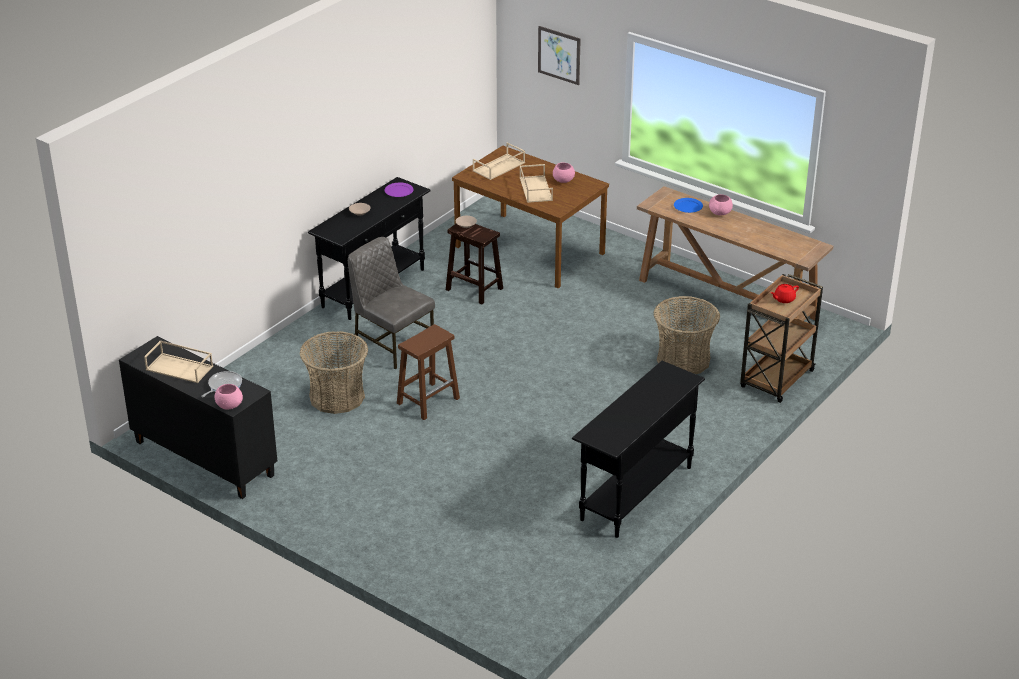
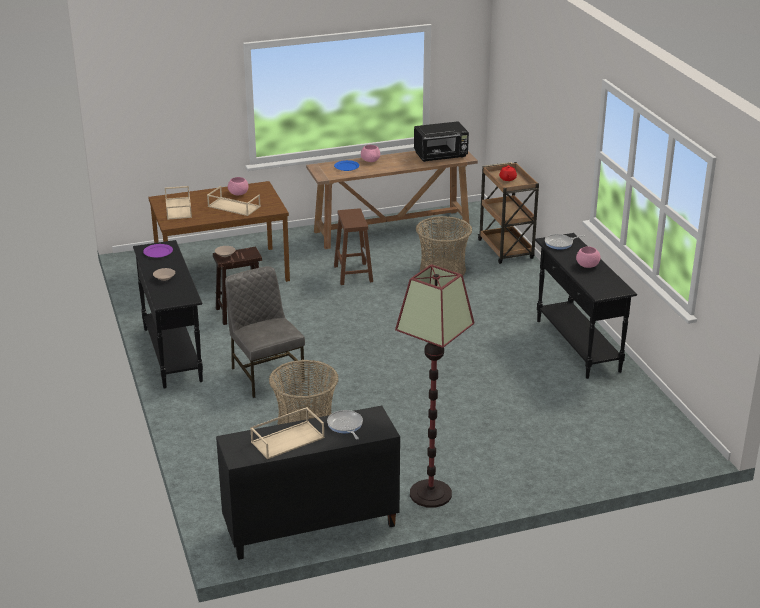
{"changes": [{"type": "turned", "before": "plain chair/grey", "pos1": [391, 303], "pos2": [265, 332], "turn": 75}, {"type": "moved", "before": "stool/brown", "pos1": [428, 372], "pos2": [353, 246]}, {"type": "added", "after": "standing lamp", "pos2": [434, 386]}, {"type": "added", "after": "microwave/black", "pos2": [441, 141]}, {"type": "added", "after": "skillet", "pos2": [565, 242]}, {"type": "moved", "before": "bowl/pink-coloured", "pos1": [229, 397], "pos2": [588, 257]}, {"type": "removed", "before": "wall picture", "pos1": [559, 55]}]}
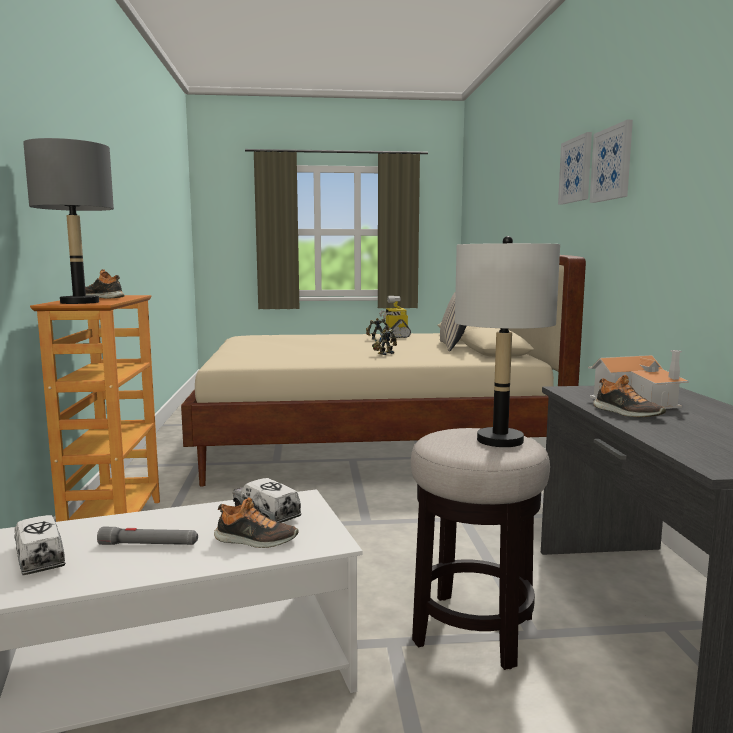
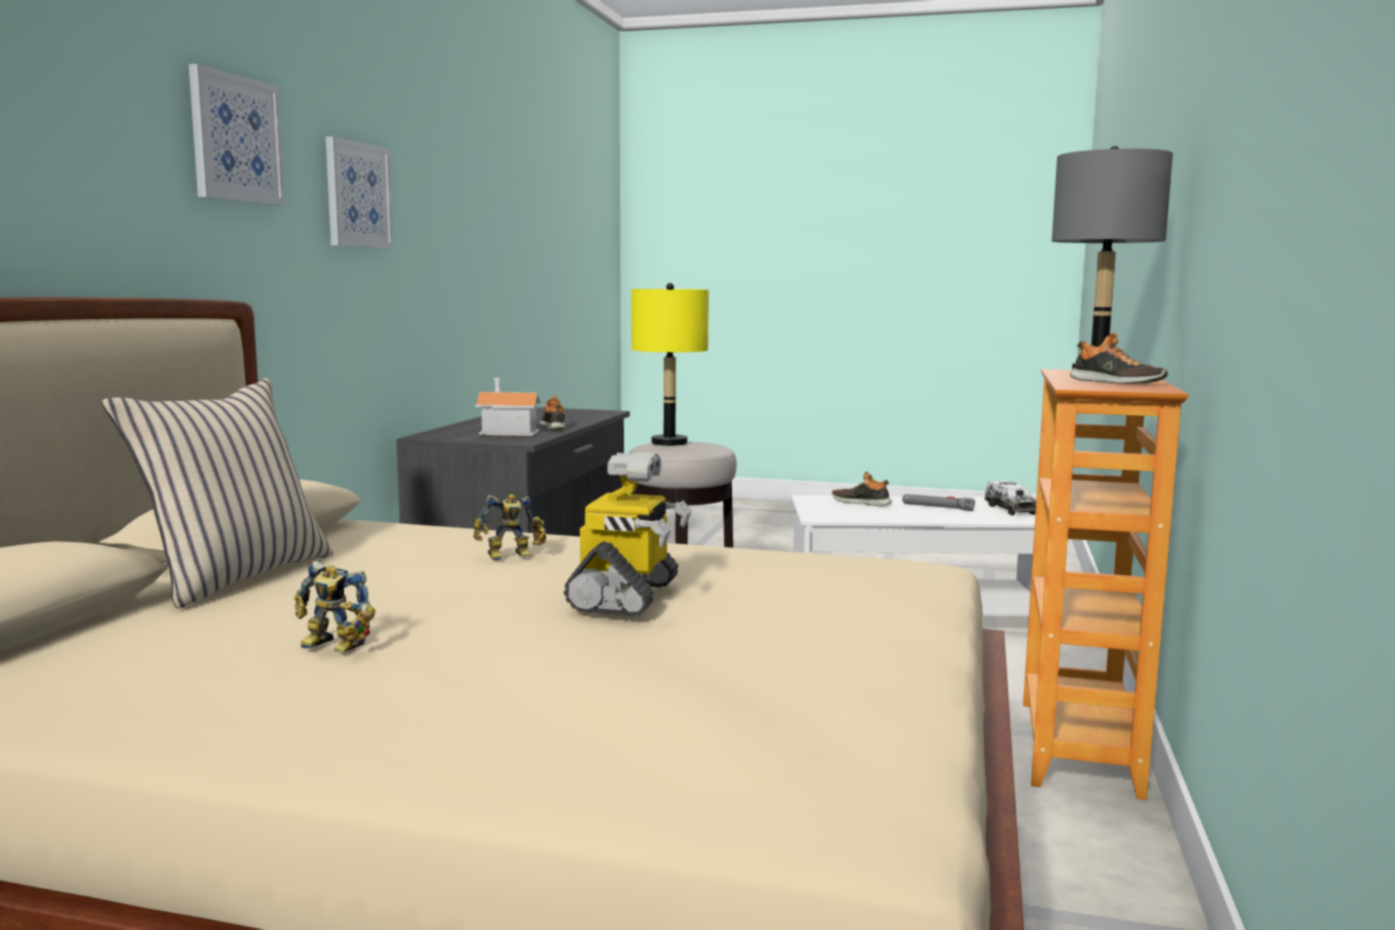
{"changes": [{"type": "moved", "before": "wall picture", "pos1": [575, 168], "pos2": [360, 192]}, {"type": "moved", "before": "model robot", "pos1": [395, 317], "pos2": [627, 534]}, {"type": "recoloured", "before": "table lamp/grey", "after": "table lamp/yellow", "pos1": [507, 341], "pos2": [670, 364]}, {"type": "removed", "before": "model truck", "pos1": [267, 500]}]}
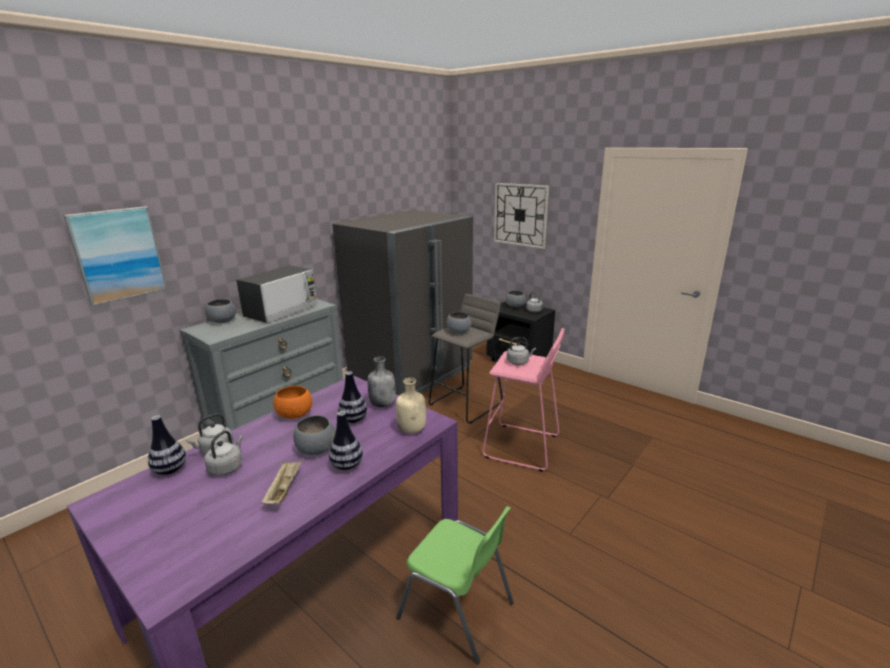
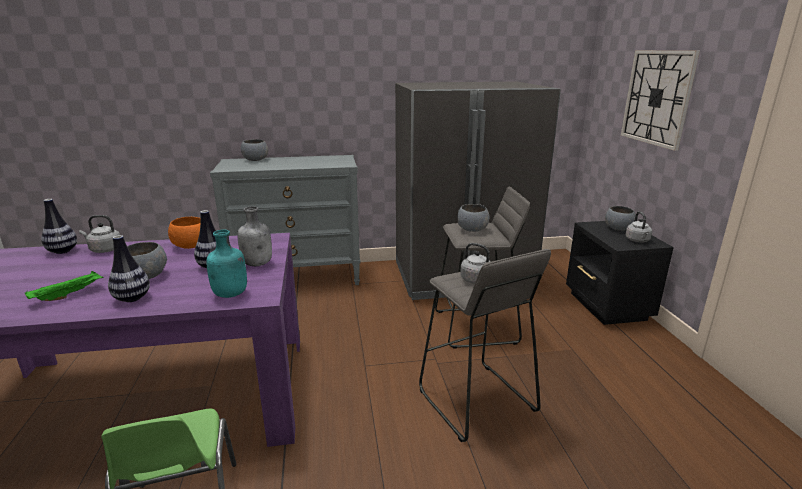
{"changes": [{"type": "recoloured", "before": "carrying tray/beige", "after": "carrying tray/greenish", "pos1": [281, 482], "pos2": [64, 286]}, {"type": "recoloured", "before": "beverage bottle/beige", "after": "beverage bottle/turquoise", "pos1": [411, 406], "pos2": [226, 264]}, {"type": "recoloured", "before": "stool/pink-coloured", "after": "stool/grey", "pos1": [524, 400], "pos2": [485, 345]}, {"type": "removed", "before": "wall picture", "pos1": [115, 256]}, {"type": "removed", "before": "tea kettle/grey", "pos1": [223, 453]}, {"type": "removed", "before": "microwave", "pos1": [277, 294]}]}
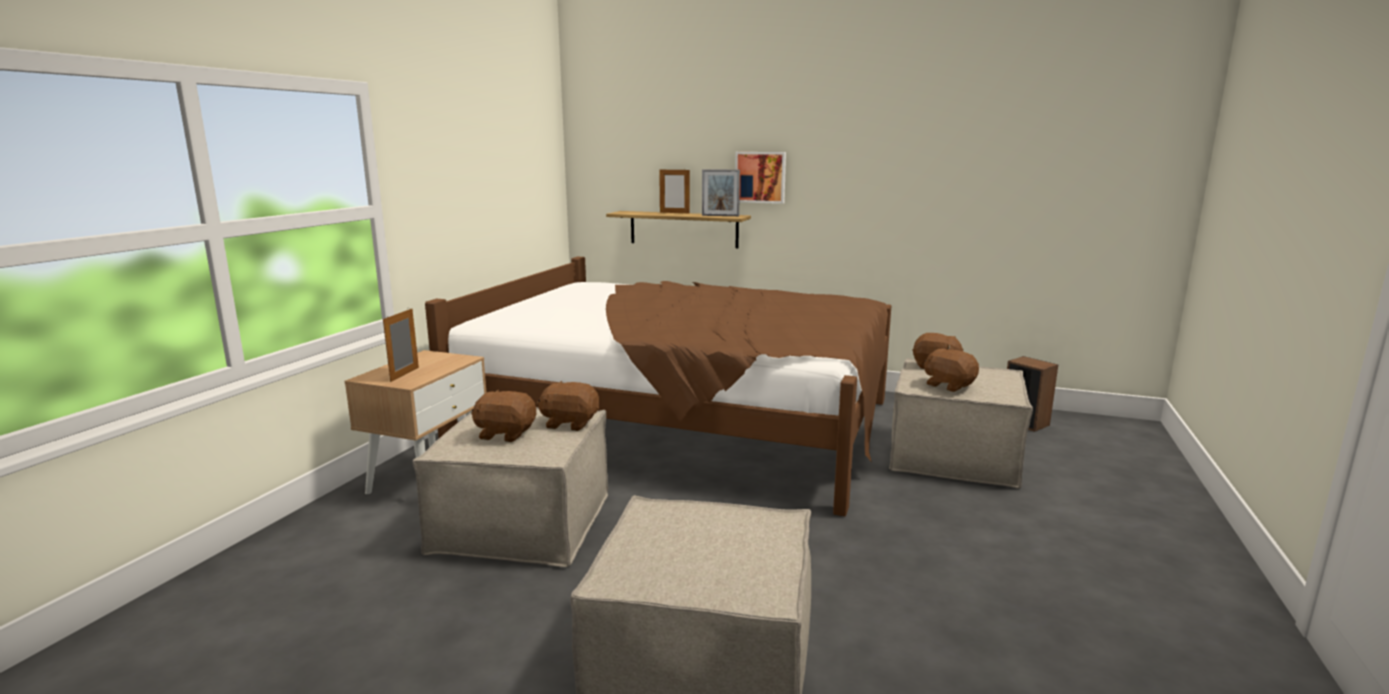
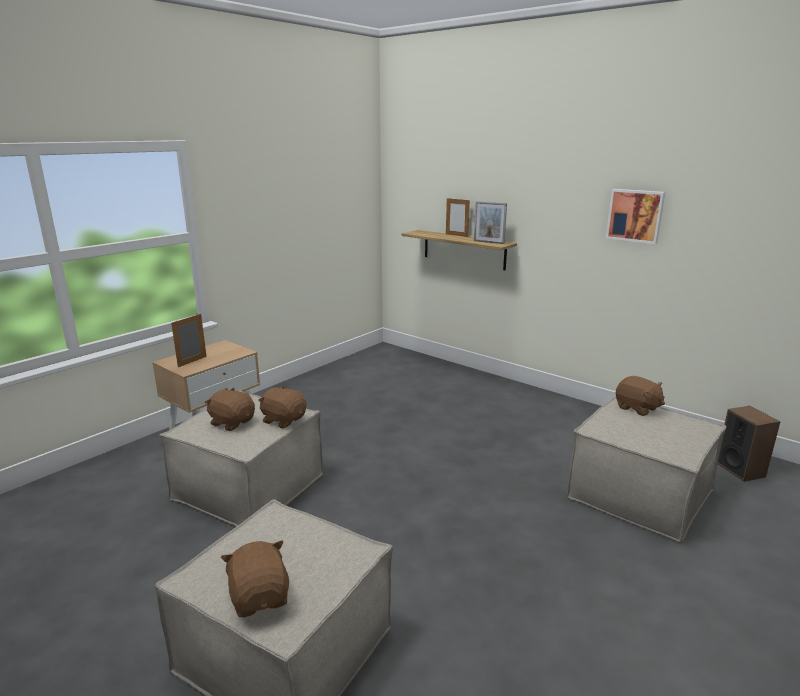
{"changes": [{"type": "moved", "before": "plush toy/brown", "pos1": [951, 370], "pos2": [255, 579]}, {"type": "moved", "before": "wall picture", "pos1": [760, 178], "pos2": [635, 216]}, {"type": "removed", "before": "sleeping bed/brown", "pos1": [658, 386]}]}
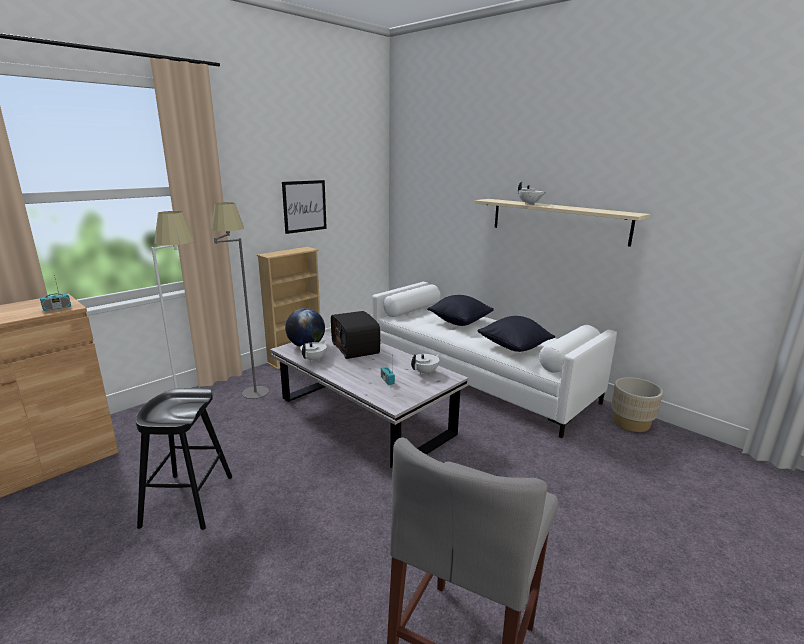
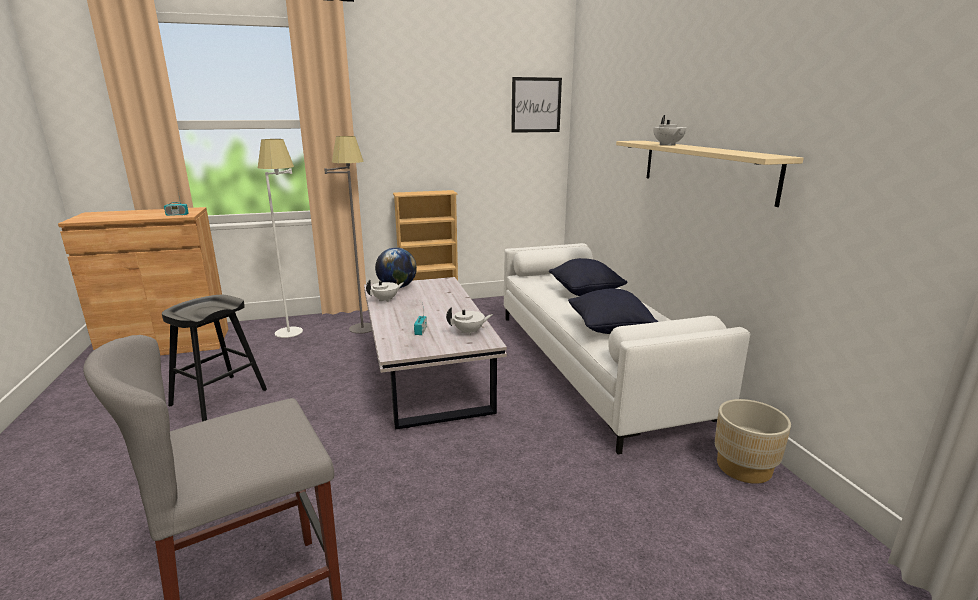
{"changes": [{"type": "moved", "before": "wall picture", "pos1": [304, 207], "pos2": [536, 105]}, {"type": "removed", "before": "radio receiver", "pos1": [355, 335]}]}
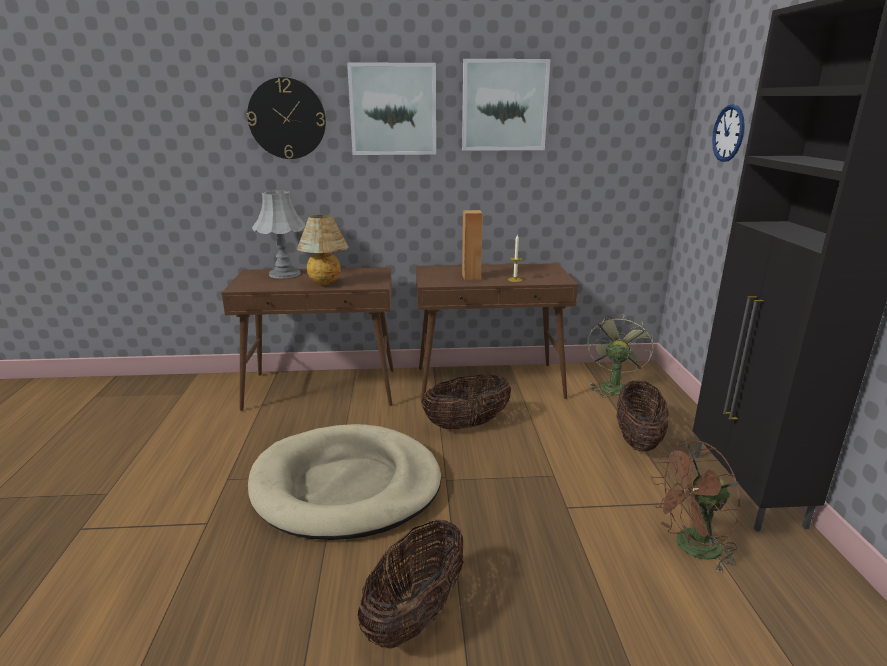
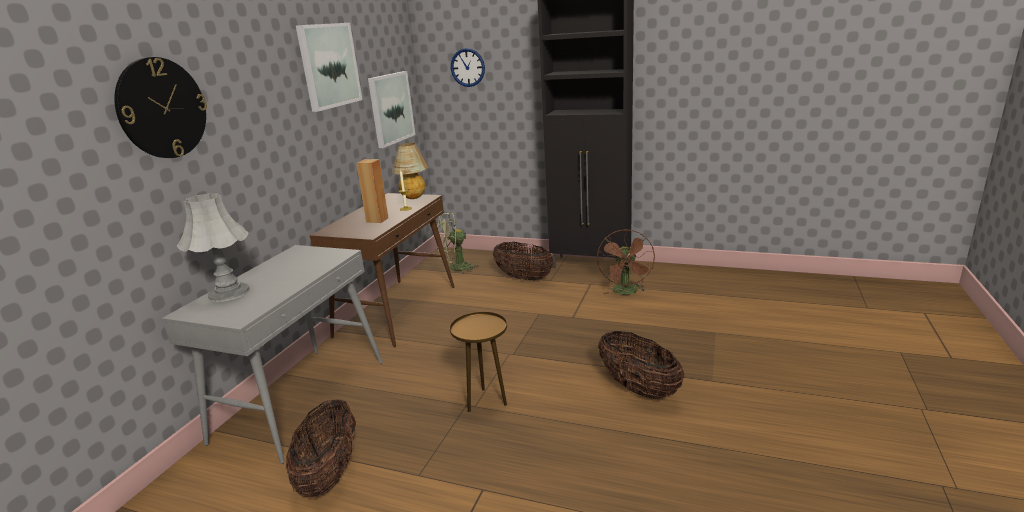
{"changes": [{"type": "recoloured", "before": "hall table/brown", "after": "hall table/grey", "pos1": [307, 339], "pos2": [272, 354]}, {"type": "moved", "before": "household basket", "pos1": [466, 402], "pos2": [321, 448]}, {"type": "moved", "before": "wall picture", "pos1": [391, 108], "pos2": [391, 109]}, {"type": "moved", "before": "table lamp", "pos1": [323, 250], "pos2": [410, 171]}, {"type": "turned", "before": "fan/greenish", "pos1": [620, 356], "pos2": [456, 243], "turn": -60}, {"type": "replaced", "before": "dog cushion/beige", "after": "accent table/brown", "pos1": [344, 482], "pos2": [478, 362]}]}
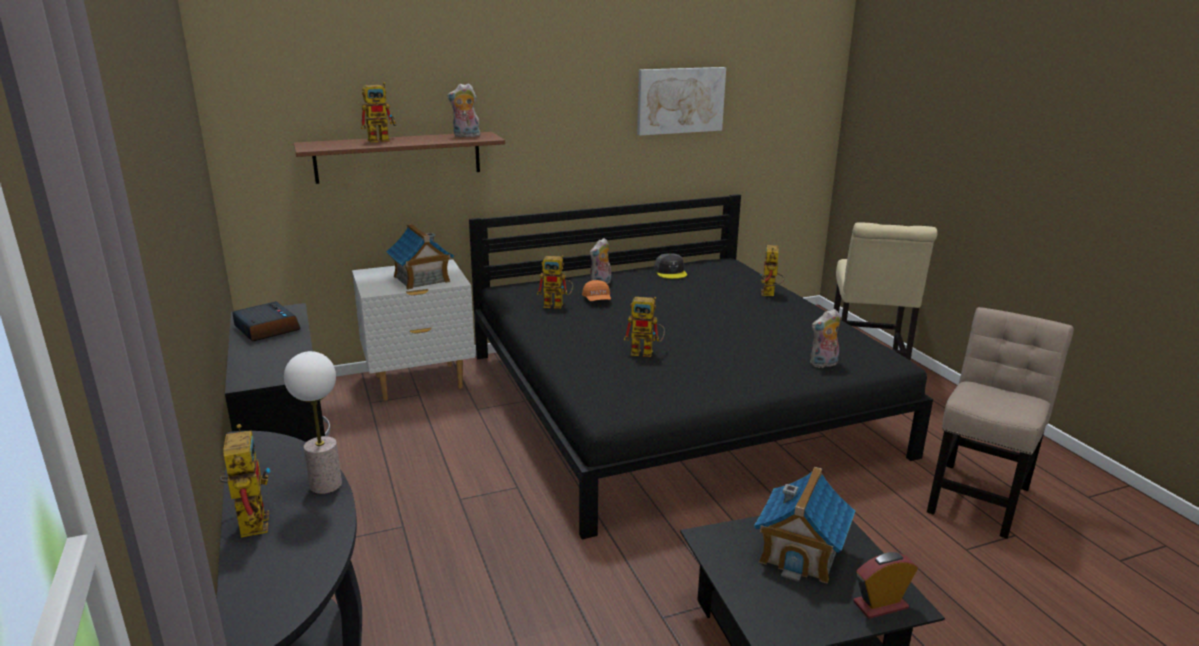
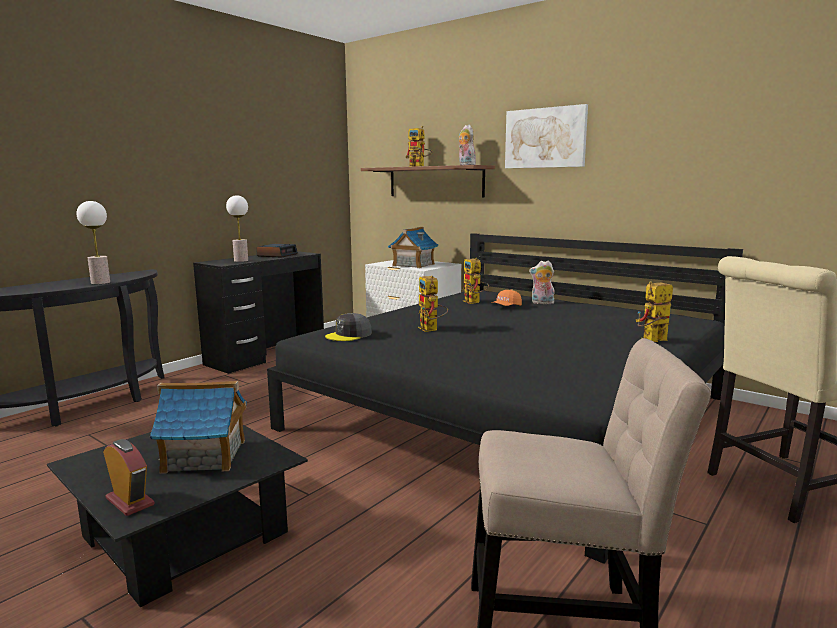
{"changes": [{"type": "added", "after": "table lamp", "pos2": [237, 228]}, {"type": "moved", "before": "baseball cap/grey", "pos1": [670, 266], "pos2": [348, 327]}, {"type": "moved", "before": "wall picture", "pos1": [681, 101], "pos2": [546, 136]}, {"type": "removed", "before": "model robot", "pos1": [245, 481]}, {"type": "removed", "before": "plush toy", "pos1": [825, 338]}]}
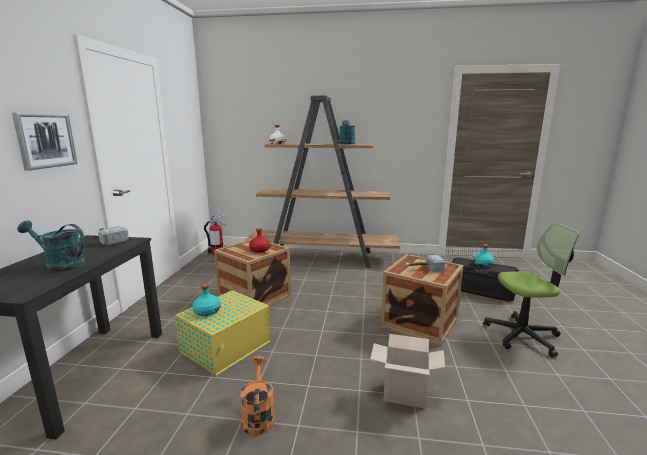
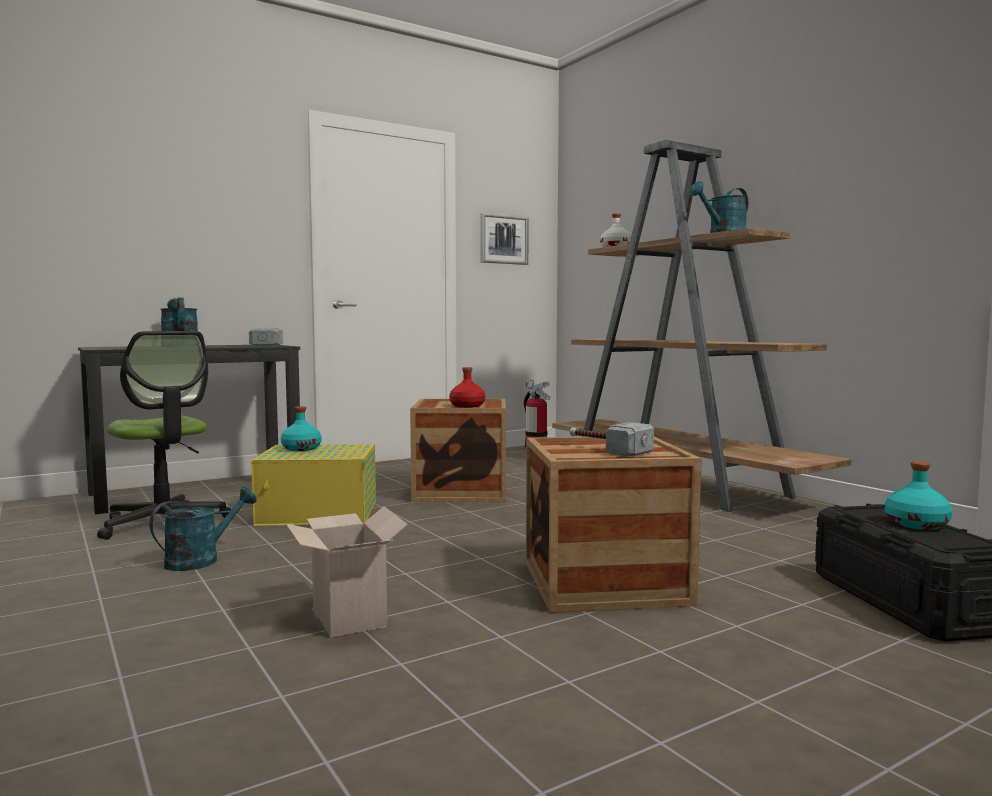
{"changes": [{"type": "moved", "before": "office chair", "pos1": [531, 290], "pos2": [164, 435]}, {"type": "recoloured", "before": "sprinkling can/orange-coloured", "after": "sprinkling can/turquoise", "pos1": [257, 396], "pos2": [203, 529]}, {"type": "moved", "before": "wall picture", "pos1": [44, 141], "pos2": [504, 239]}]}
